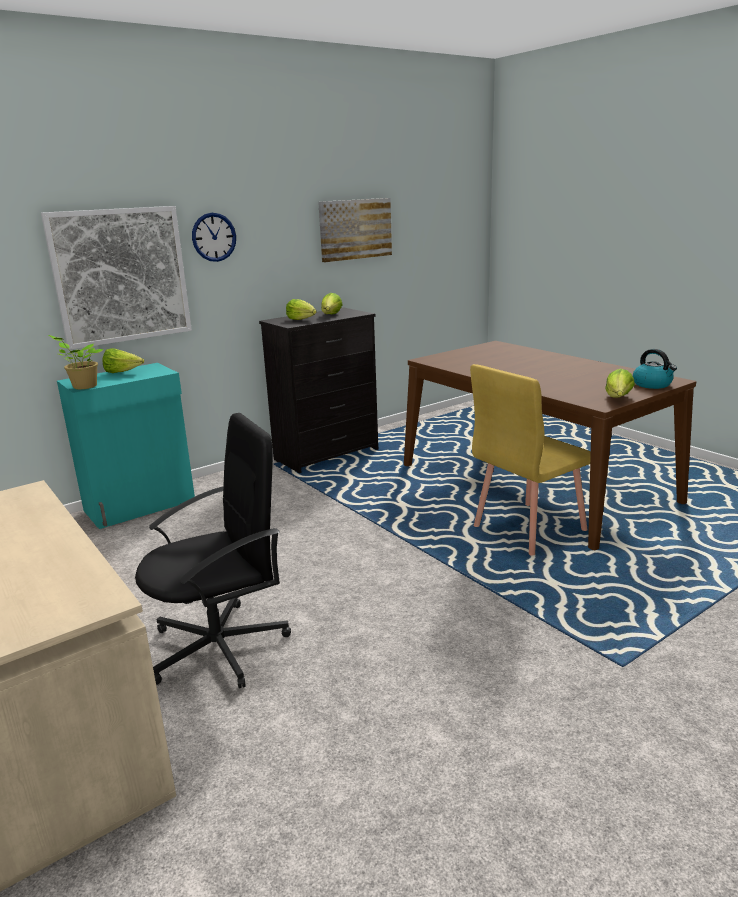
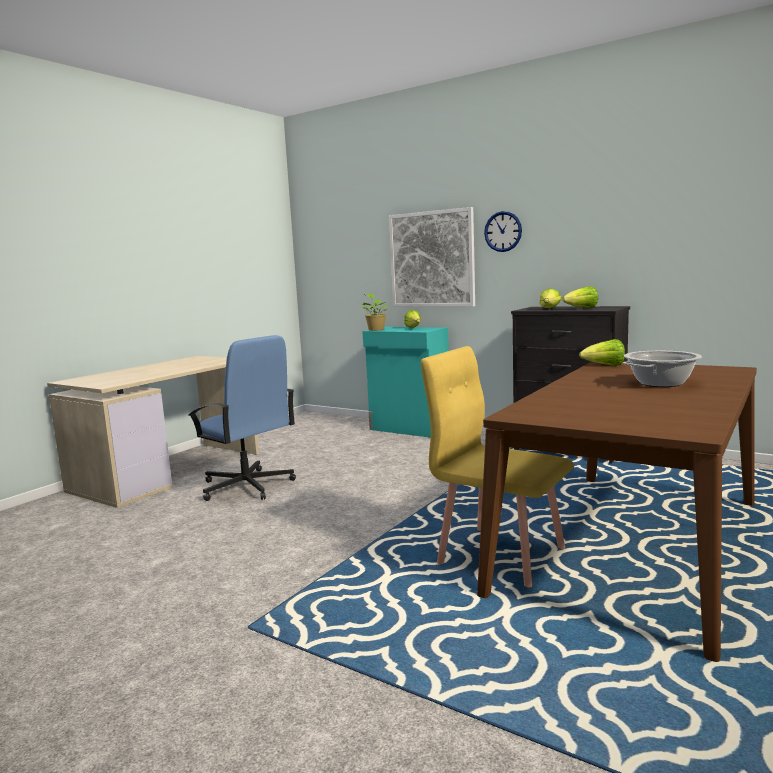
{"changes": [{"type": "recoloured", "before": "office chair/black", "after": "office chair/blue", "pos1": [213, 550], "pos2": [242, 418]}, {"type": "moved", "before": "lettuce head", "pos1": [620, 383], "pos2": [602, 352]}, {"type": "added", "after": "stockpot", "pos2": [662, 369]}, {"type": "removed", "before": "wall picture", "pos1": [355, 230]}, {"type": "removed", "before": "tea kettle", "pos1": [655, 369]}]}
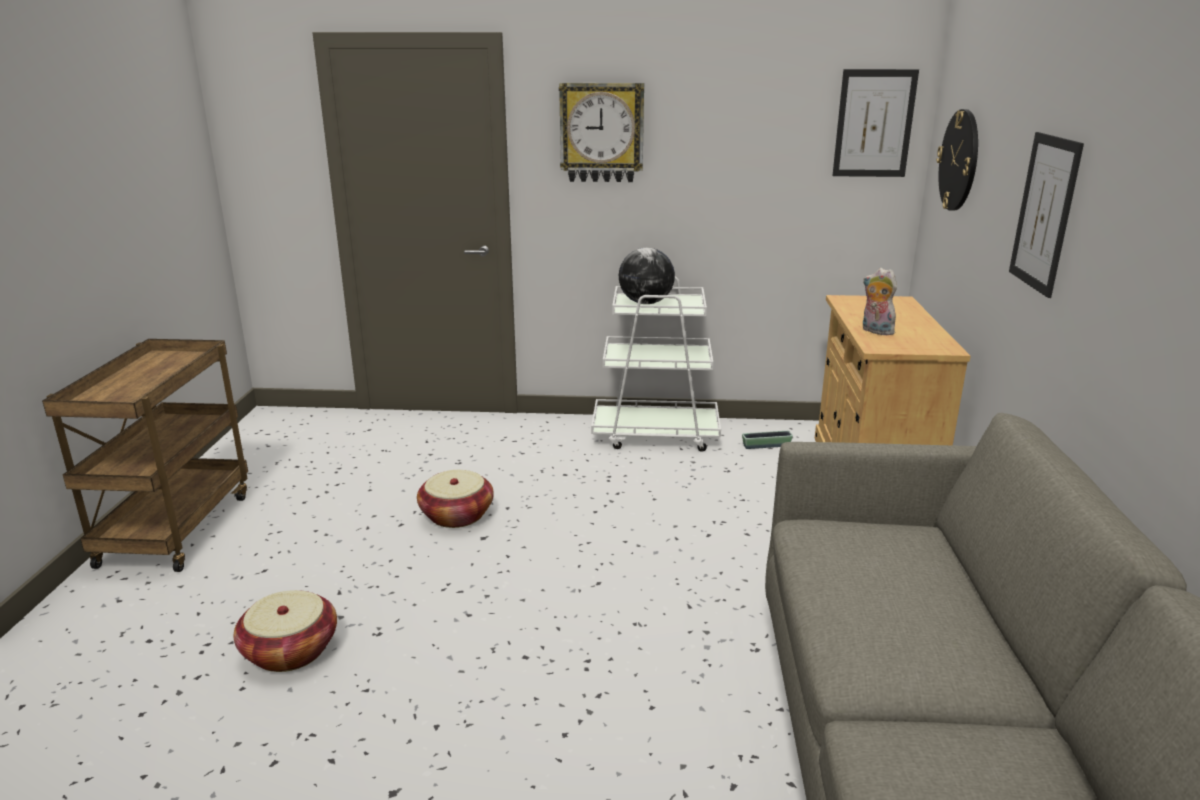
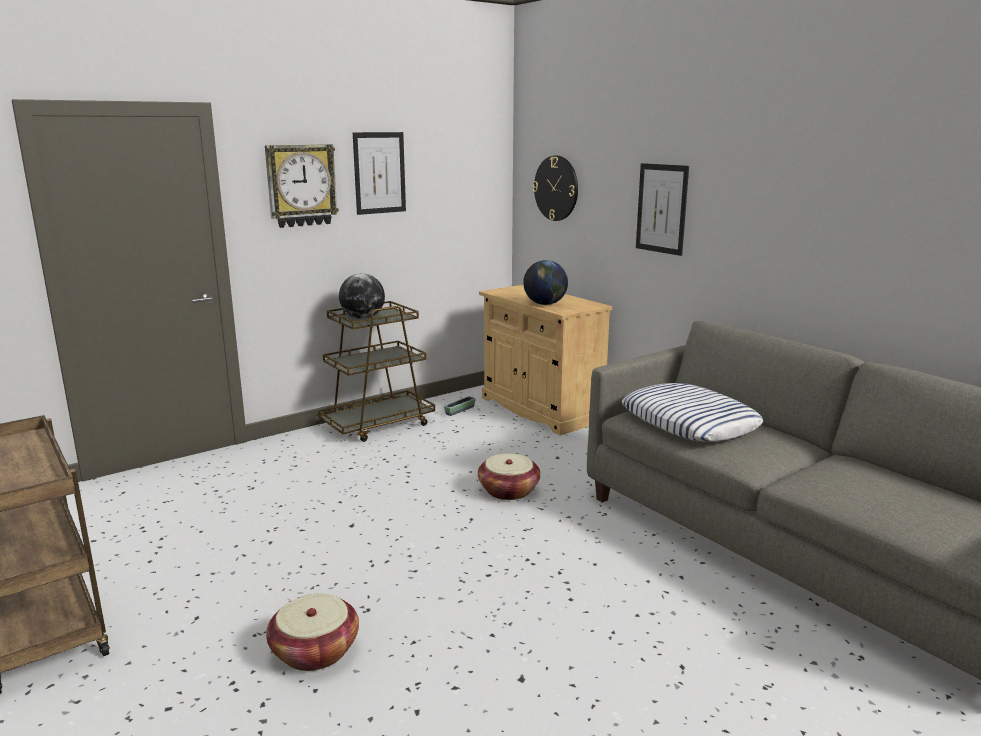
{"changes": [{"type": "recoloured", "before": "wheeled cart/white", "after": "wheeled cart/brown", "pos1": [656, 364], "pos2": [376, 371]}, {"type": "moved", "before": "wall picture", "pos1": [875, 123], "pos2": [379, 173]}, {"type": "moved", "before": "household basket", "pos1": [455, 499], "pos2": [509, 476]}, {"type": "replaced", "before": "plush toy", "after": "world globe", "pos1": [880, 301], "pos2": [545, 282]}, {"type": "added", "after": "throw pillow", "pos2": [692, 412]}]}
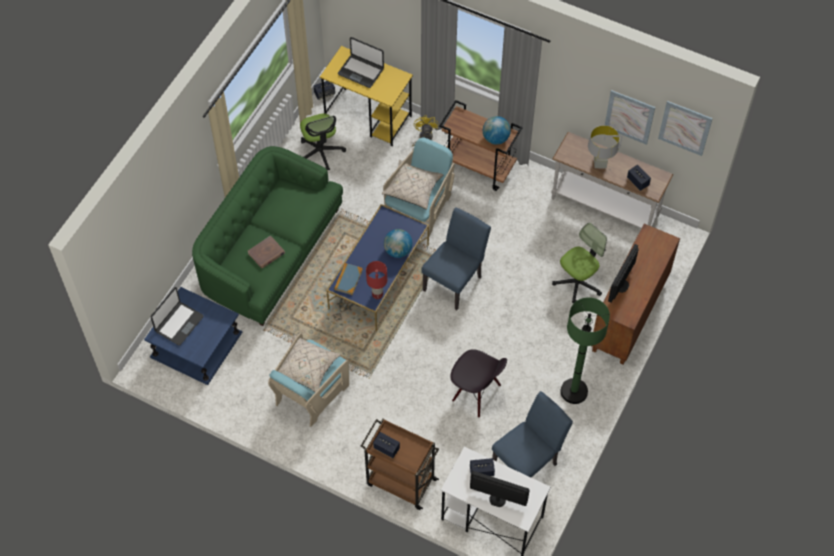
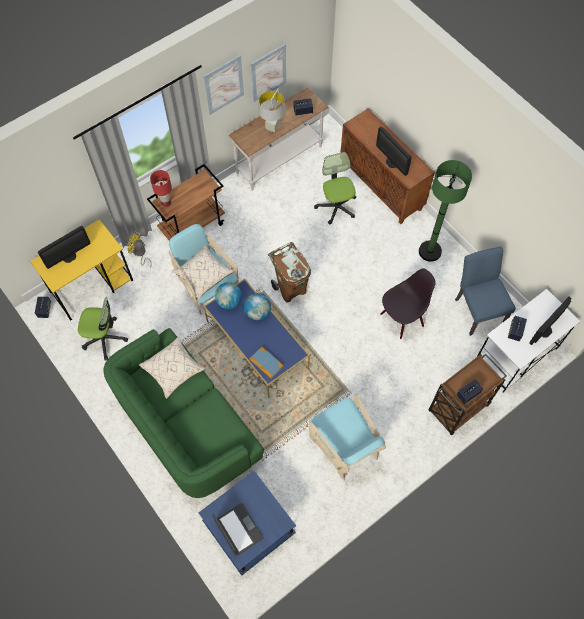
{"changes": [{"type": "replaced", "before": "notebook computer", "after": "computer screen", "pos1": [361, 62], "pos2": [64, 247]}, {"type": "moved", "before": "throw pillow/beige", "pos1": [309, 363], "pos2": [172, 367]}, {"type": "moved", "before": "table lamp/reddish", "pos1": [376, 280], "pos2": [161, 188]}, {"type": "moved", "before": "wall picture", "pos1": [685, 128], "pos2": [223, 85]}, {"type": "moved", "before": "world globe", "pos1": [497, 130], "pos2": [228, 295]}, {"type": "replaced", "before": "plain chair/blue", "after": "trash can/brown", "pos1": [456, 258], "pos2": [289, 272]}, {"type": "removed", "before": "bound book/brown", "pos1": [266, 252]}]}
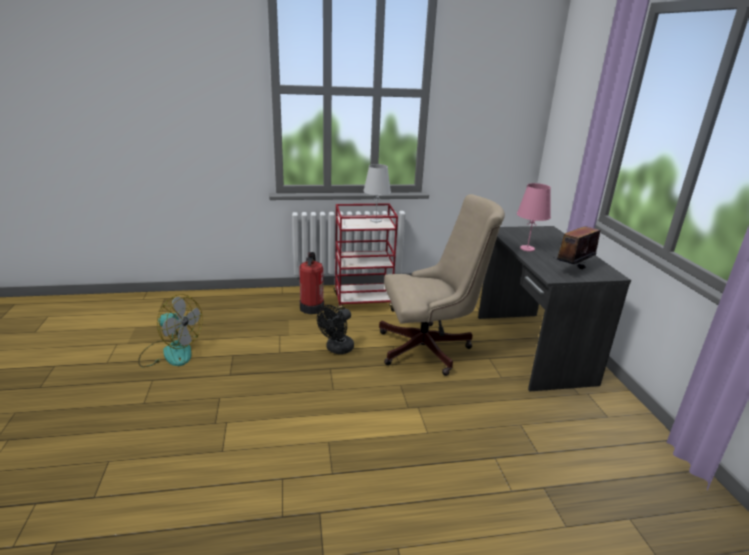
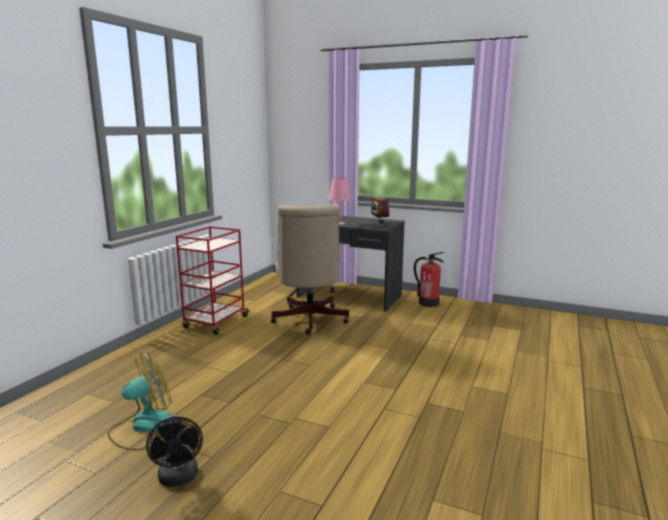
{"changes": [{"type": "moved", "before": "fan/black", "pos1": [335, 329], "pos2": [174, 451]}, {"type": "turned", "before": "office chair/beige", "pos1": [442, 285], "pos2": [310, 269], "turn": 150}, {"type": "moved", "before": "fire extinguisher", "pos1": [311, 283], "pos2": [429, 279]}, {"type": "removed", "before": "table lamp/white", "pos1": [377, 193]}]}
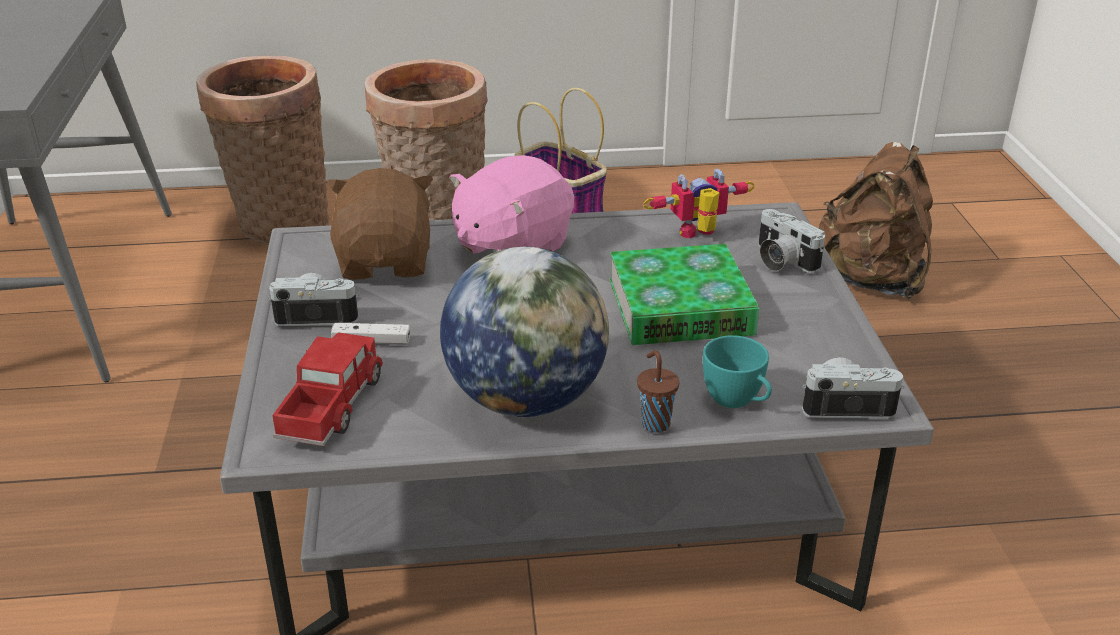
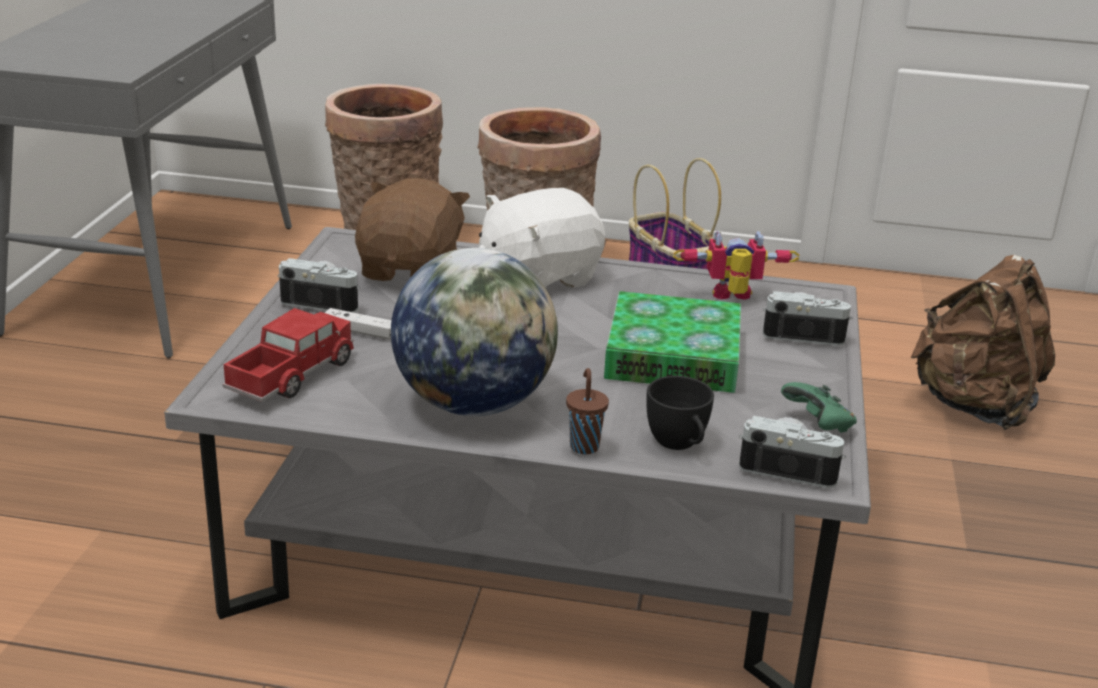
{"changes": [{"type": "recoloured", "before": "plush toy/pink-coloured", "after": "plush toy/white", "pos1": [511, 204], "pos2": [541, 238]}, {"type": "recoloured", "before": "small cup/turquoise", "after": "small cup/black", "pos1": [737, 371], "pos2": [680, 413]}, {"type": "turned", "before": "still camera", "pos1": [792, 241], "pos2": [807, 318], "turn": 120}, {"type": "added", "after": "joypad/greenish", "pos2": [819, 407]}]}
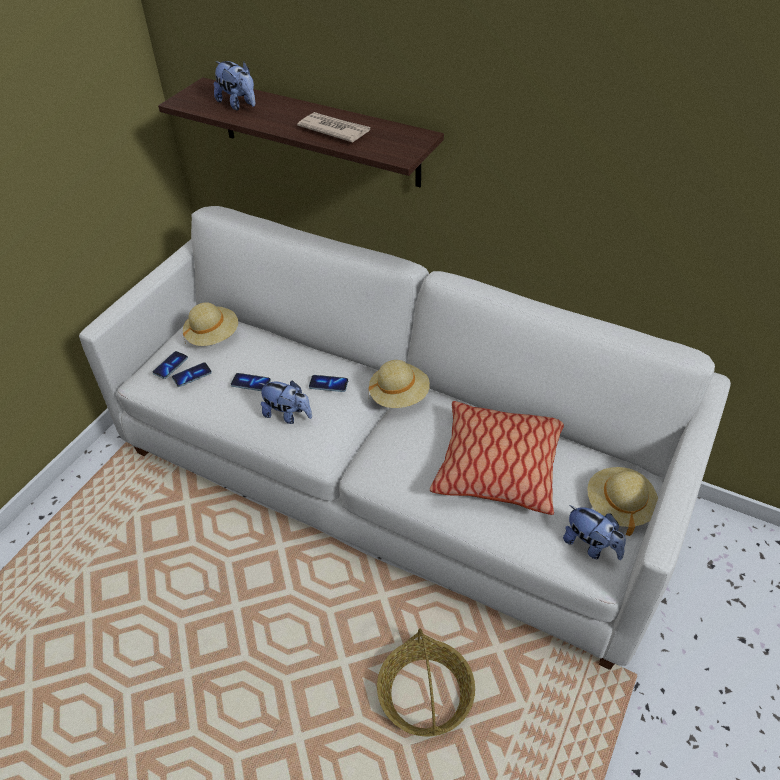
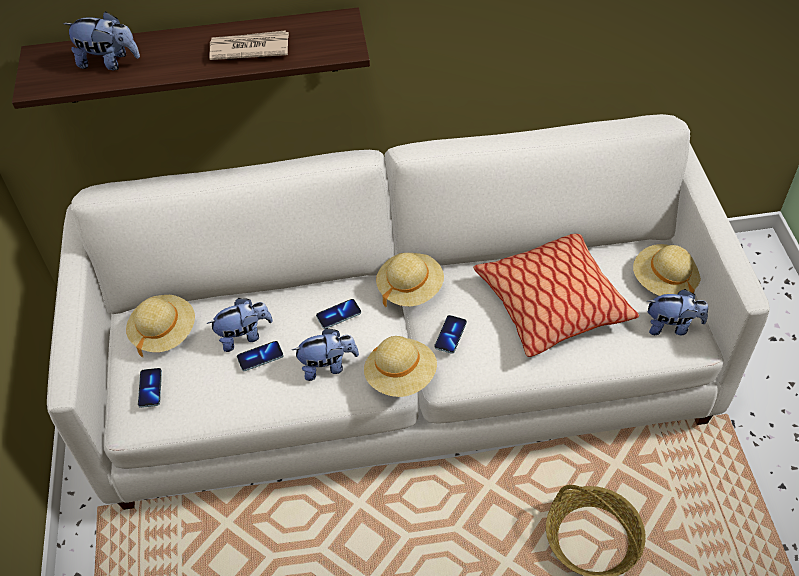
{"changes": [{"type": "added", "after": "plush toy", "pos2": [240, 325]}, {"type": "added", "after": "clothing hat/beige", "pos2": [400, 366]}, {"type": "moved", "before": "handset", "pos1": [192, 374], "pos2": [450, 334]}]}
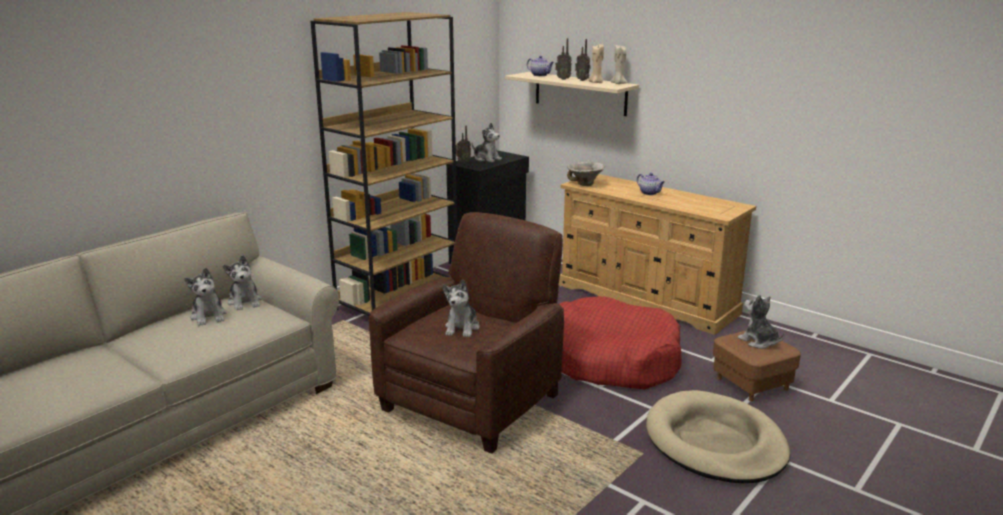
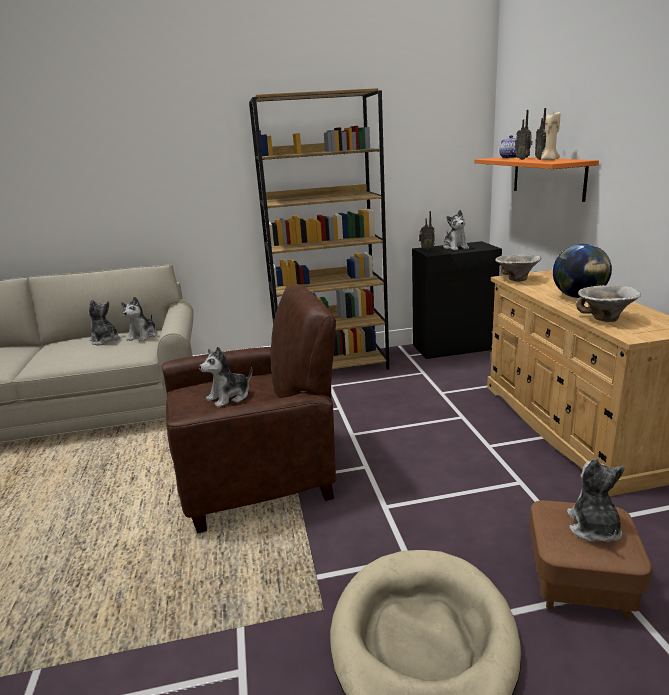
{"changes": [{"type": "turned", "before": "plush toy", "pos1": [205, 297], "pos2": [104, 322], "turn": 120}, {"type": "recoloured", "before": "wall shelf/beige", "after": "wall shelf/orange-coloured", "pos1": [572, 94], "pos2": [536, 179]}, {"type": "replaced", "before": "tea pot", "after": "world globe", "pos1": [651, 184], "pos2": [582, 271]}, {"type": "added", "after": "bowl", "pos2": [608, 303]}, {"type": "removed", "before": "dog cushion/reddish", "pos1": [620, 342]}, {"type": "removed", "before": "candle/beige", "pos1": [619, 64]}]}
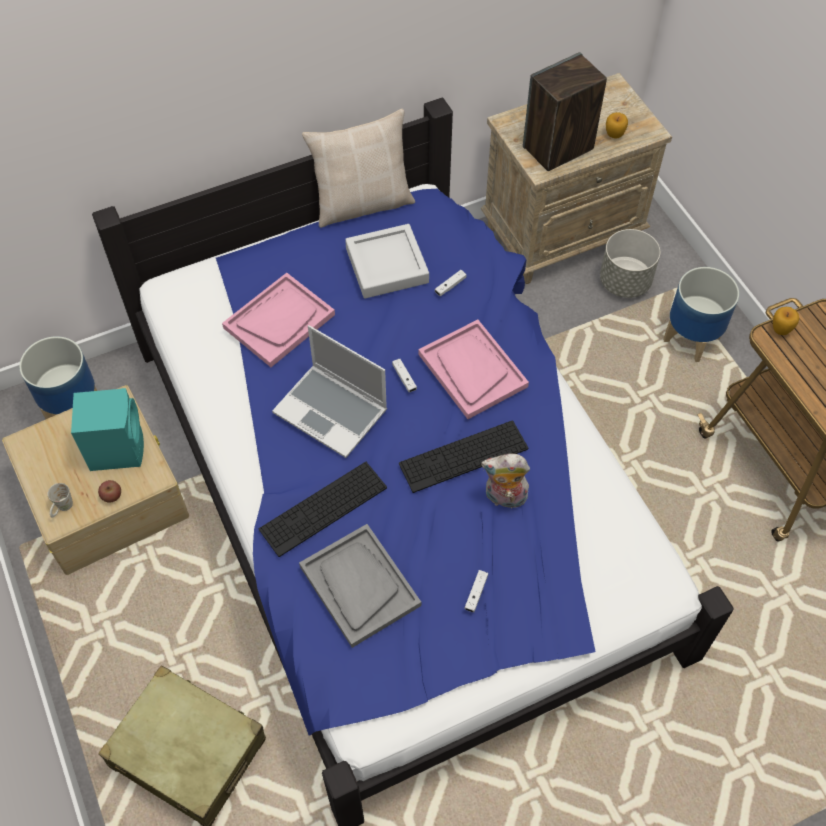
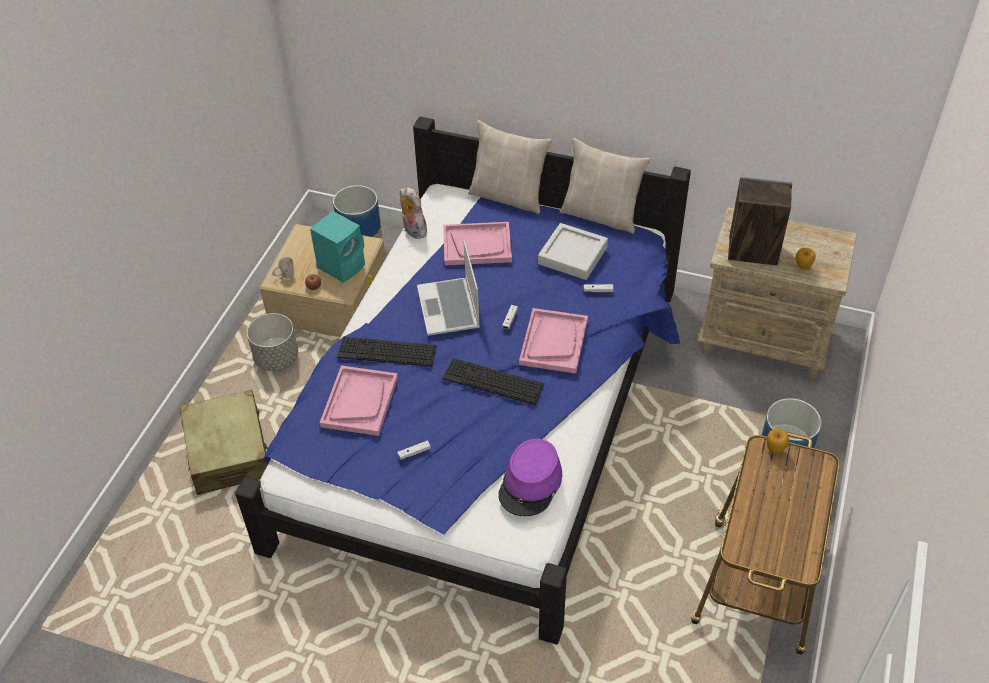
{"changes": [{"type": "moved", "before": "planter/grey", "pos1": [630, 263], "pos2": [272, 342]}, {"type": "recoloured", "before": "carrying tray/grey", "after": "carrying tray/pink-coloured", "pos1": [360, 586], "pos2": [359, 401]}, {"type": "moved", "before": "plush toy", "pos1": [505, 481], "pos2": [413, 213]}, {"type": "added", "after": "throw pillow/beige", "pos2": [510, 167]}, {"type": "added", "after": "clothing hat/purple", "pos2": [530, 477]}]}
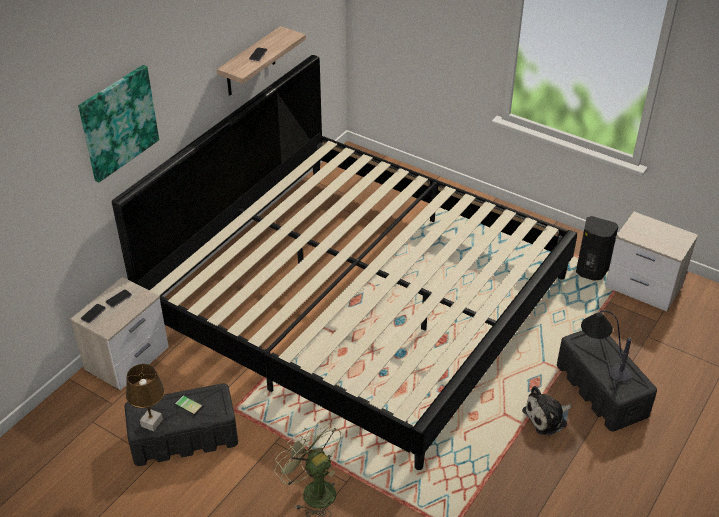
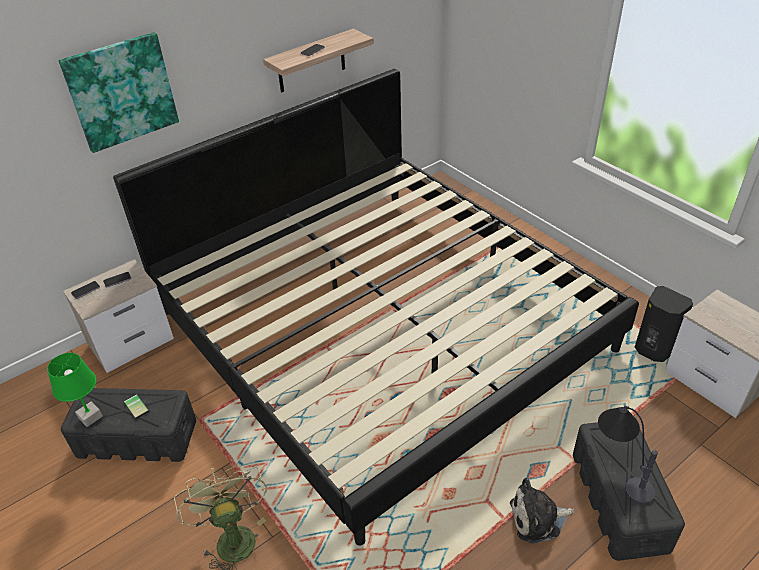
{"changes": [{"type": "recoloured", "before": "table lamp/brown", "after": "table lamp/greenish", "pos1": [145, 397], "pos2": [75, 390]}]}
